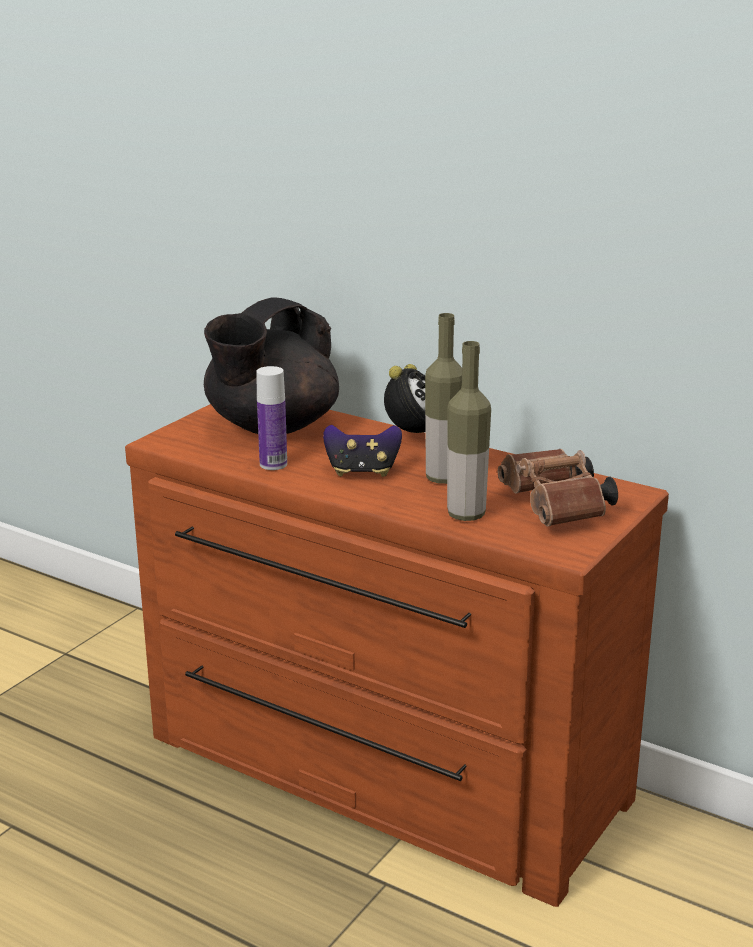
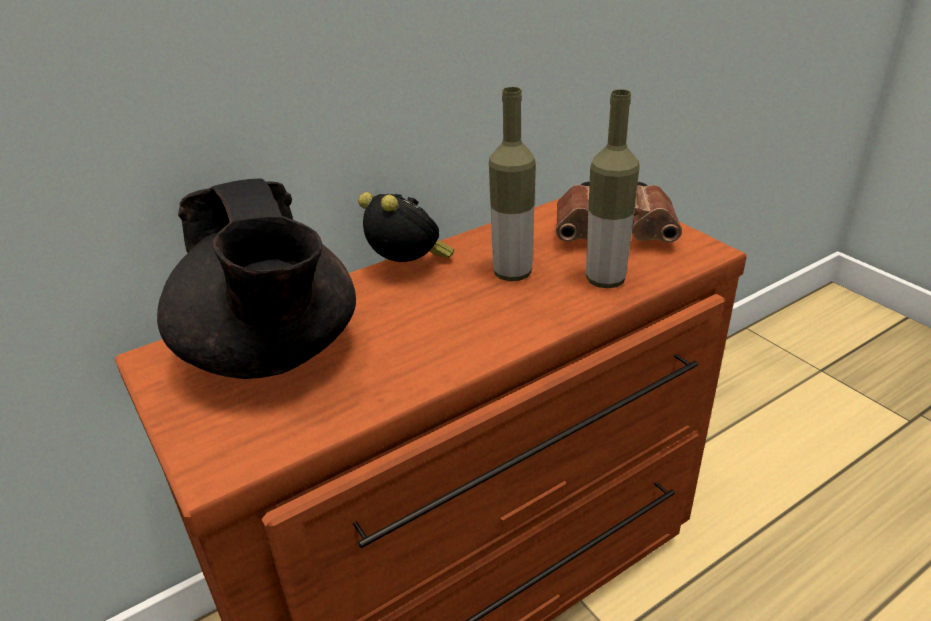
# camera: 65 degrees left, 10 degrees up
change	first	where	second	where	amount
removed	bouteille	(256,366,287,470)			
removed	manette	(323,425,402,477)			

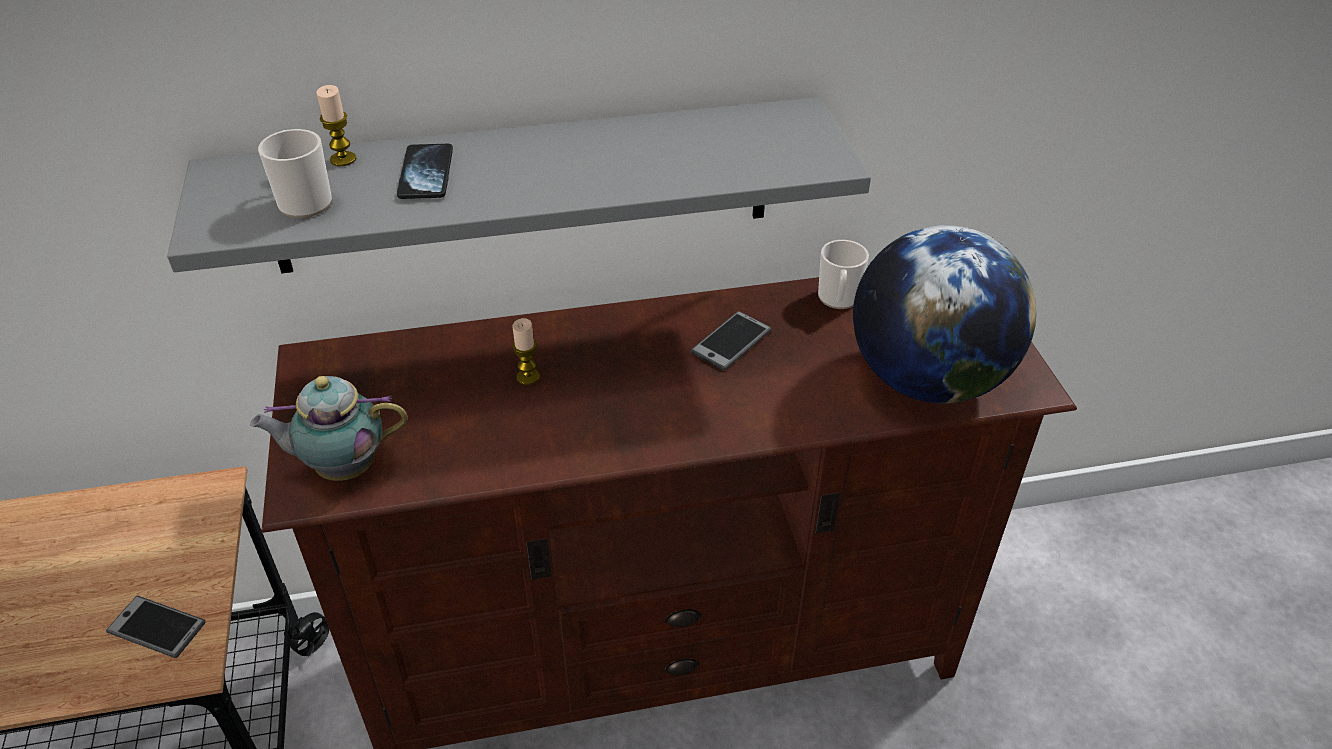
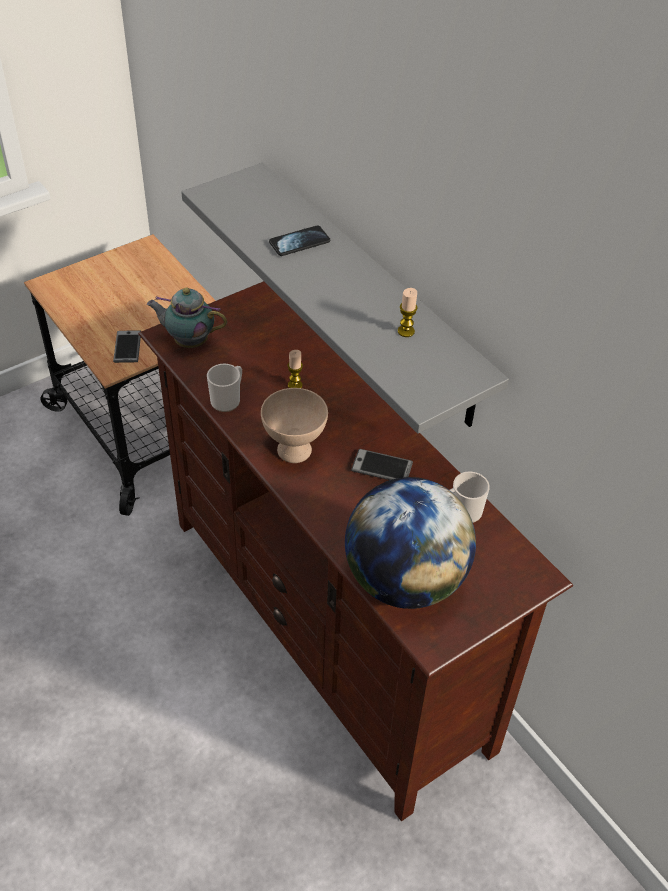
# camera: 65 degrees right, 5 degrees up
change	first	where	second	where	amount
turned	théière	(250,376,408,481)		(147,288,227,348)	45 degrees counterclockwise
moved	mug	(258,129,332,218)		(207,364,242,412)	
added			bol [beige]	(261,388,328,463)	
moved	bougie	(316,85,356,166)		(398,288,417,337)	

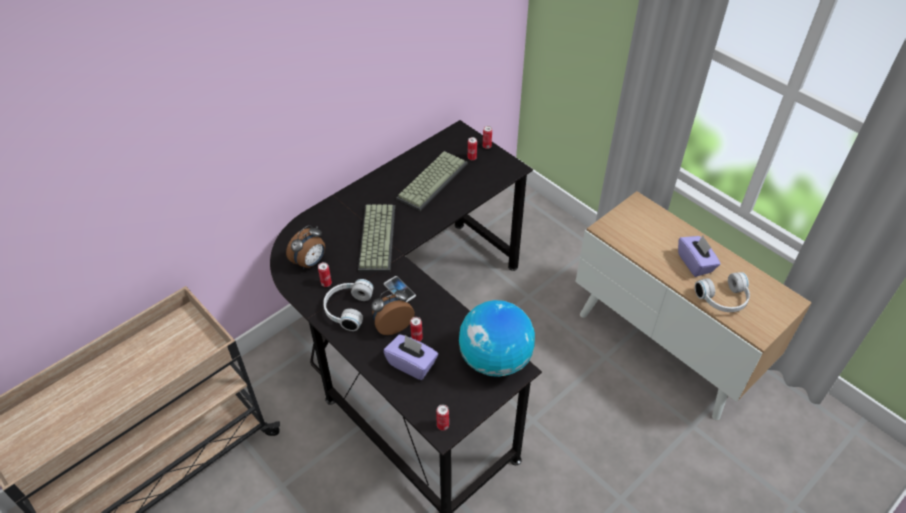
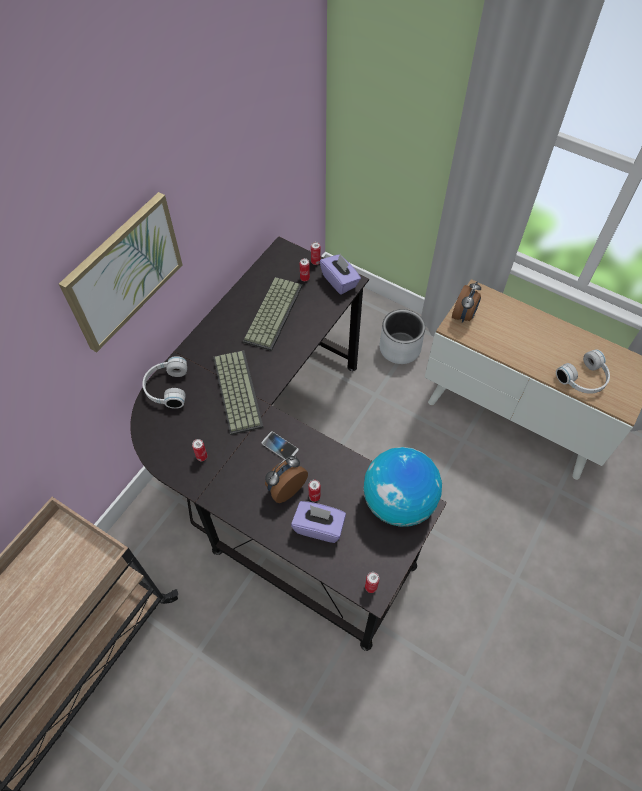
# camera: 15 degrees left, 10 degrees up
change	first	where	second	where	amount
added			tableau	(59,192,182,352)	
moved	casque audio [blanc]	(323,279,374,331)		(142,356,187,409)	
moved	boîte à mouchoirs [violet]	(678,236,721,277)		(320,254,361,295)	
added			cache-pot [gris]	(380,309,425,364)	
moved	réveil	(286,225,325,269)		(452,282,481,323)	

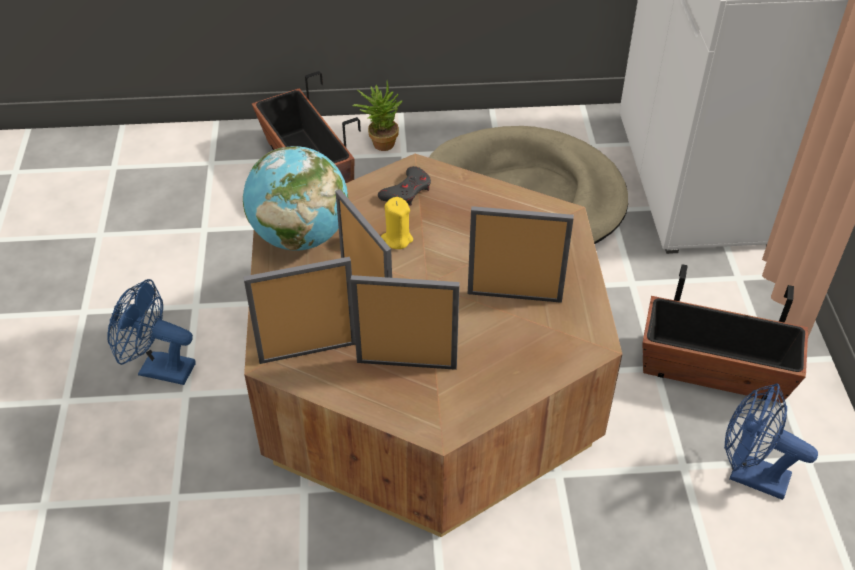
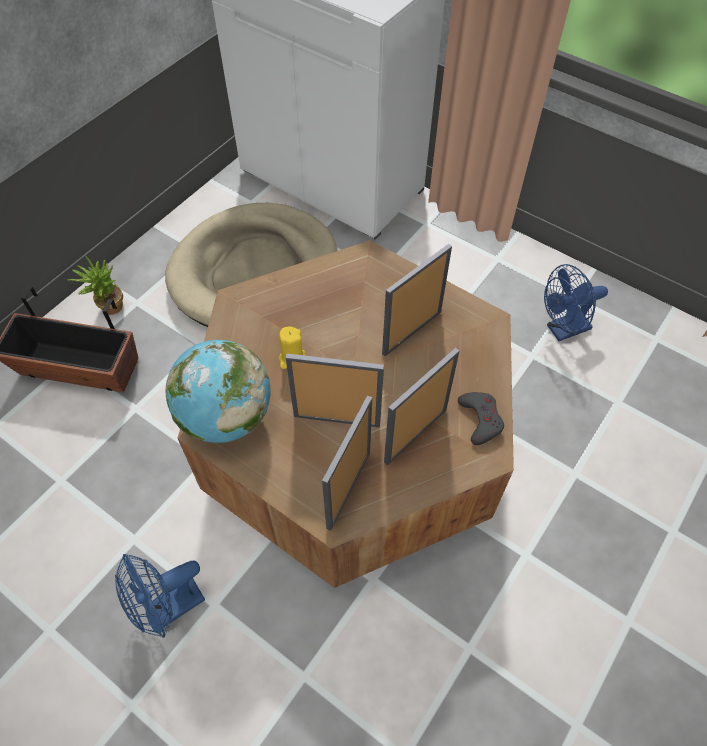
# camera: 50 degrees left, 10 degrees up
change	first	where	second	where	amount
moved	manette [gris]	(378,166,431,206)		(458,392,504,445)	
removed	cache-pot	(643,264,808,403)			

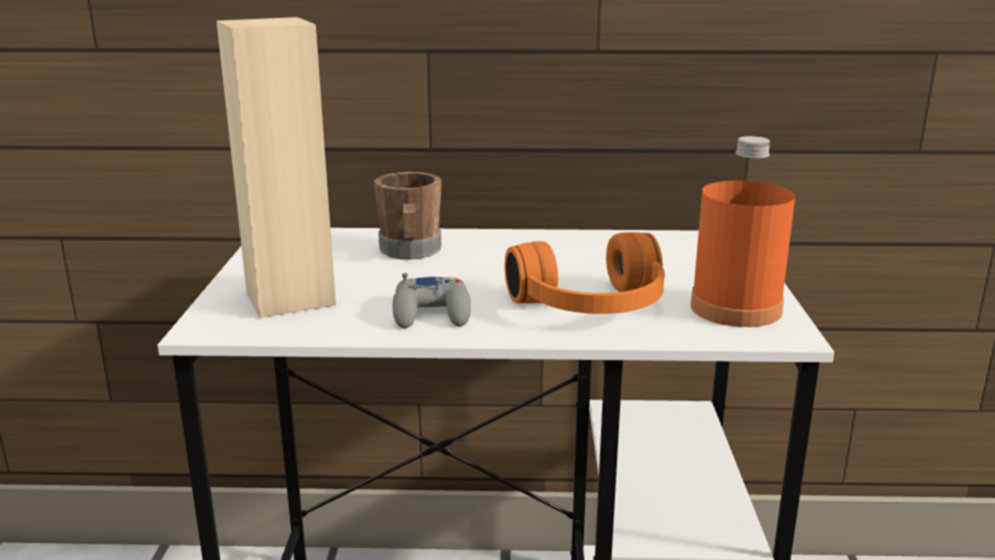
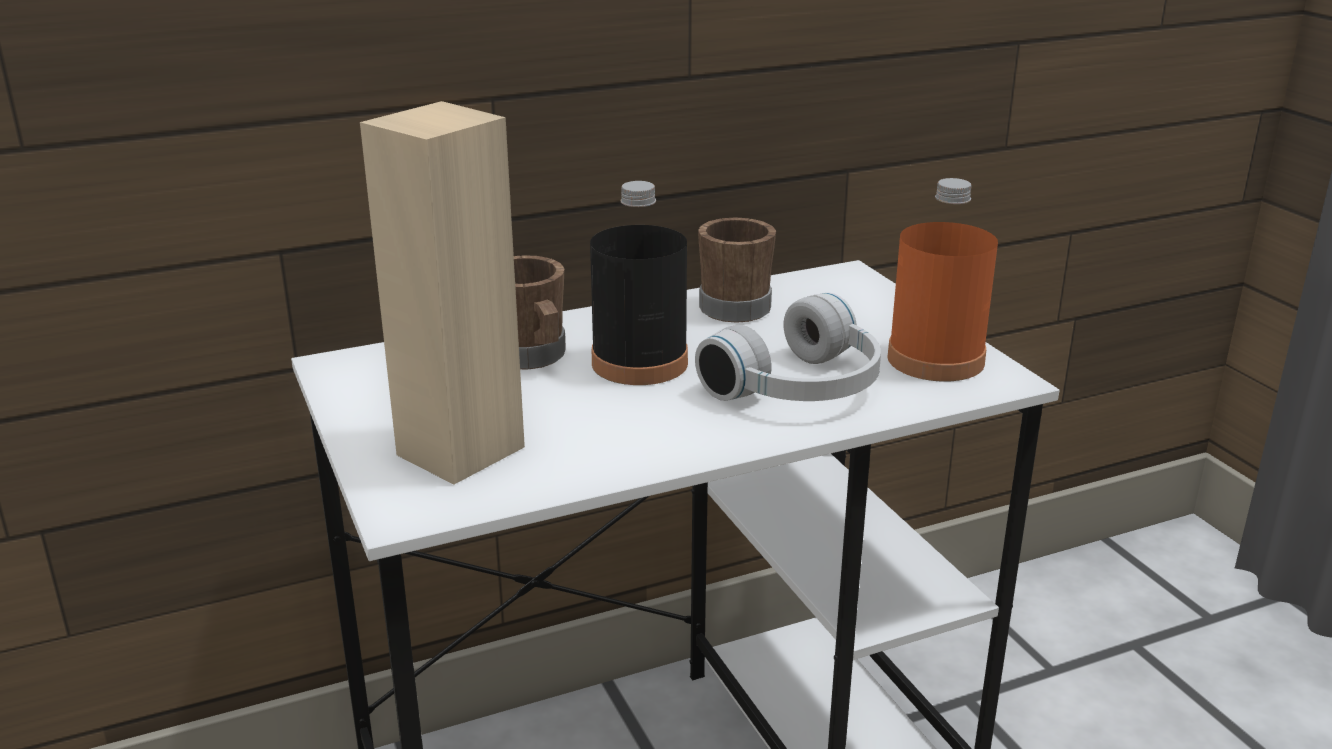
# camera: 25 degrees left, 5 degrees up
change	first	where	second	where	amount
added			bouteille [noir]	(590,181,688,385)	
recoloured	casque audio [orange]	(505,232,664,314)	casque audio [blanc]	(695,293,881,401)	
added			mug [marron]	(698,217,776,323)	
removed	manette [gris]	(393,273,471,328)			

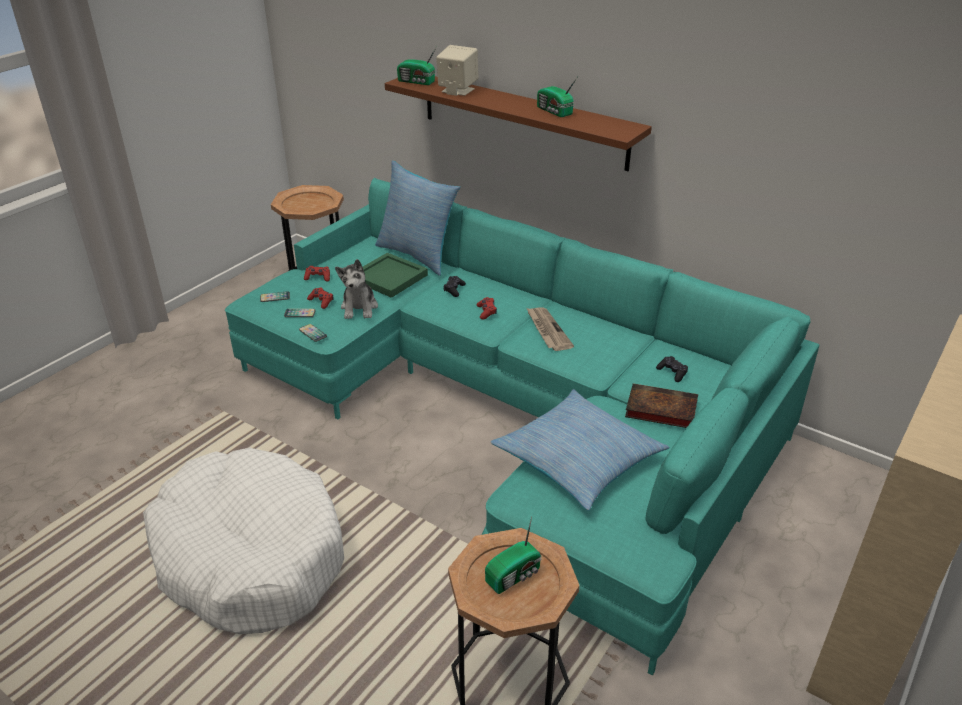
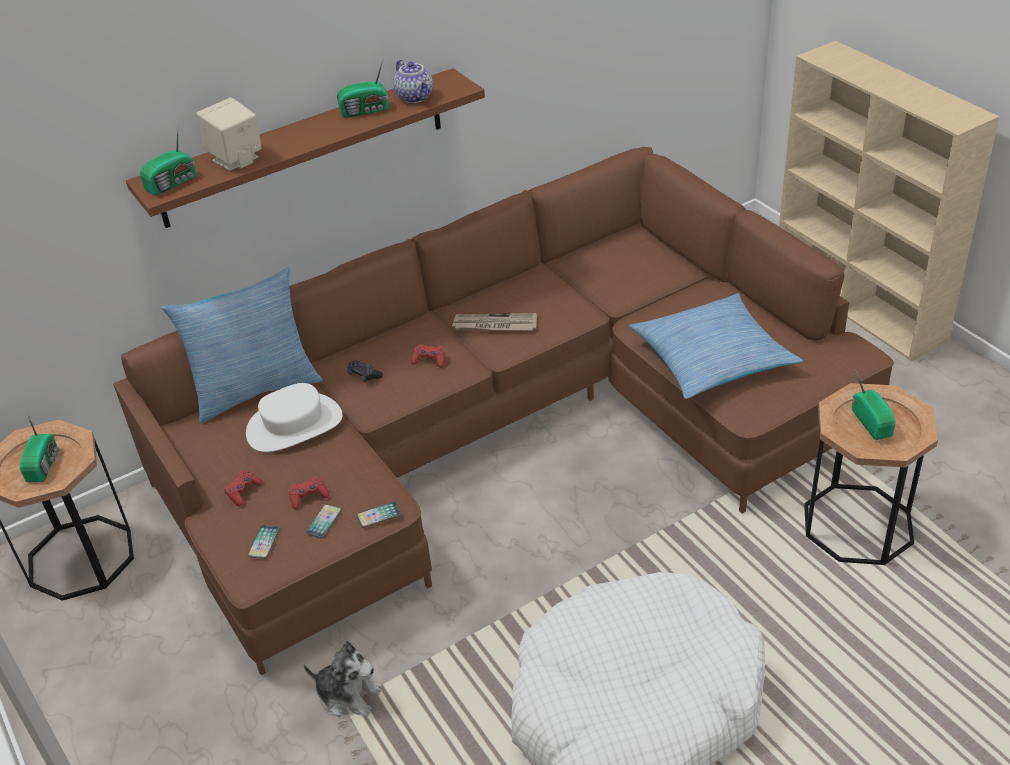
# camera: 65 degrees left, 5 degrees up
change	first	where	second	where	amount
added			radio	(20,411,59,482)	
recoloured	canapé [turquoise]	(225,178,820,676)	canapé [marron]	(113,147,894,675)	
replaced	plateau [vert]	(363,252,428,298)	chapeau [blanc]	(246,383,342,452)	
moved	peluche	(335,259,378,319)		(304,641,382,718)	
added			théière	(394,60,433,103)	
removed	livre	(625,383,698,428)			
removed	manette [noir]	(656,356,688,382)			

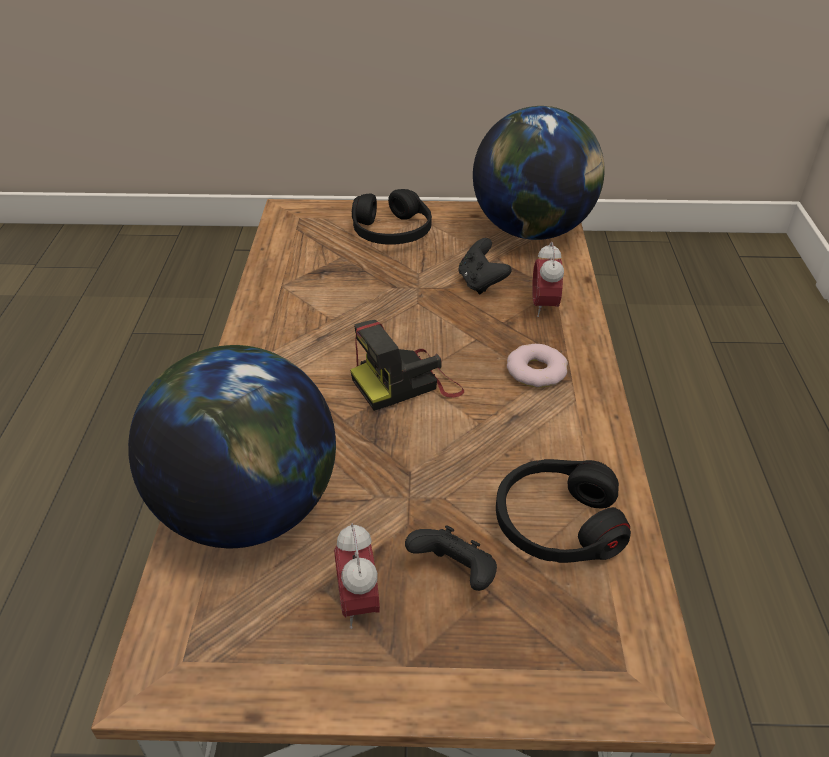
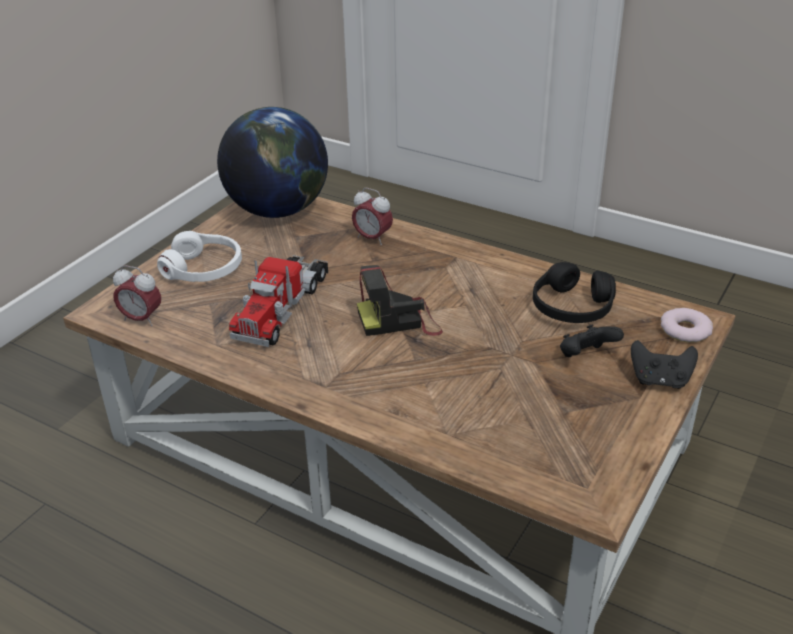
# camera: 60 degrees left, 5 degrees down
change	first	where	second	where	amount
moved	réveil	(334,523,380,629)		(113,265,161,326)	
recoloured	casque audio [noir]	(352,189,432,245)	casque audio [blanc]	(157,231,242,282)	
added			camion jouet	(229,255,328,347)	
turned	appareil photo	(350,320,464,411)		(357,265,443,336)	75 degrees clockwise
moved	manette [noir]	(458,238,512,295)		(631,340,698,389)	
moved	beignet	(507,344,568,388)		(661,308,713,343)	
removed	globe	(128,345,336,548)			

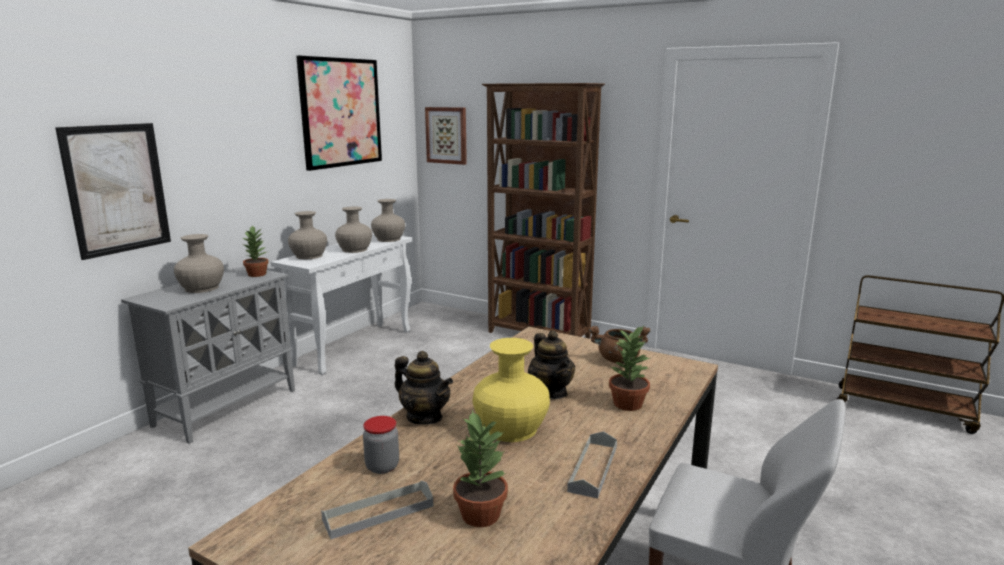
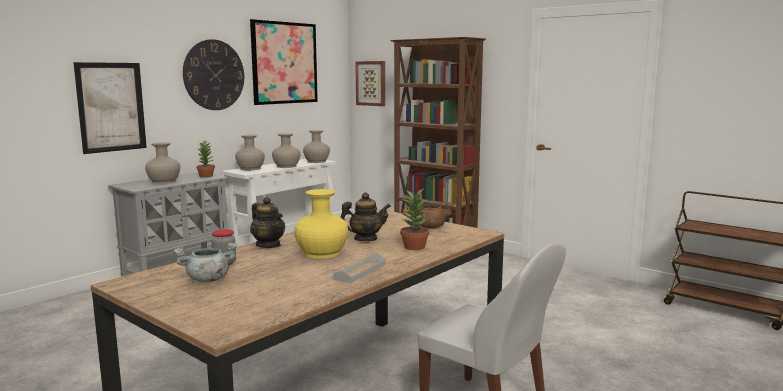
# camera: 10 degrees right, 5 degrees down
change	first	where	second	where	amount
replaced	plateau [gris]	(321,481,433,539)	marmite [gris]	(173,242,237,282)	
added			horloge murale	(183,39,244,110)	
turned	théière	(528,330,575,399)		(341,192,391,241)	90 degrees counterclockwise
removed	plante en pot	(453,410,508,527)			

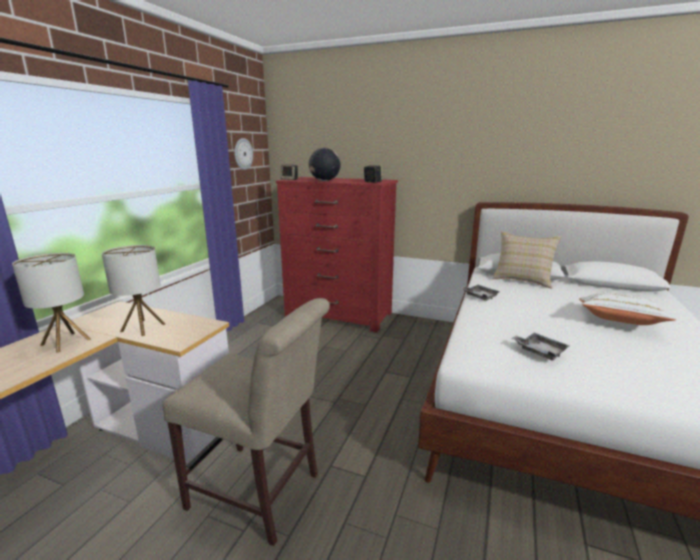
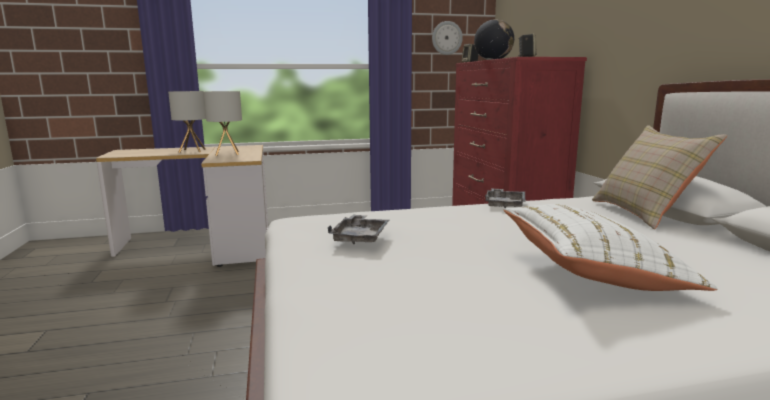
# camera: 55 degrees right, 5 degrees down
change	first	where	second	where	amount
removed	chaise [beige]	(162,298,330,546)			

